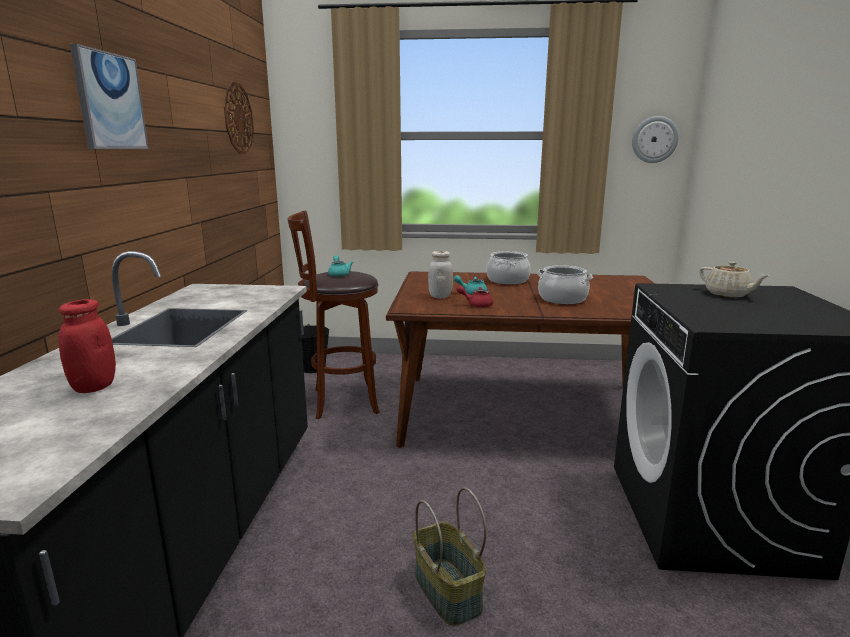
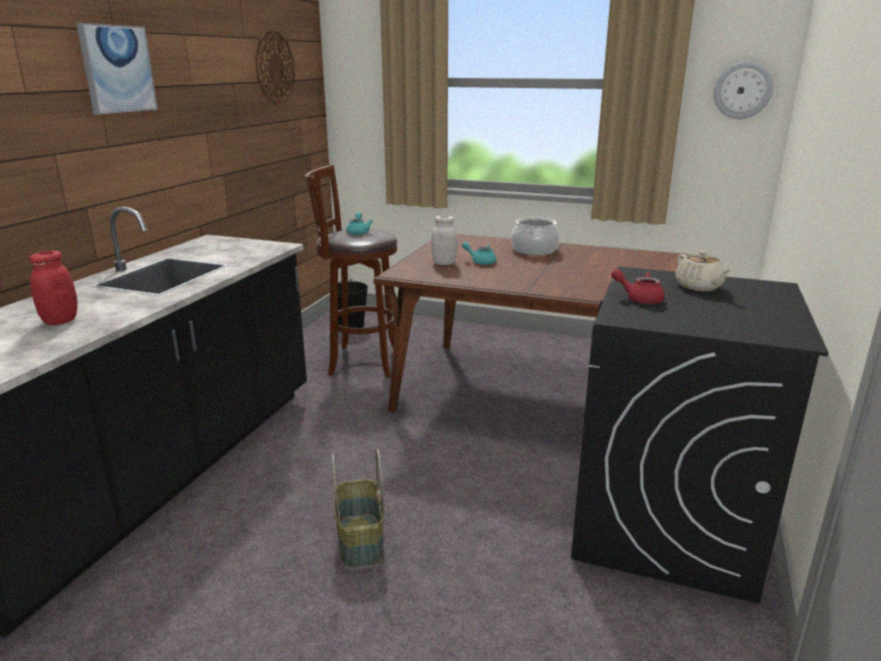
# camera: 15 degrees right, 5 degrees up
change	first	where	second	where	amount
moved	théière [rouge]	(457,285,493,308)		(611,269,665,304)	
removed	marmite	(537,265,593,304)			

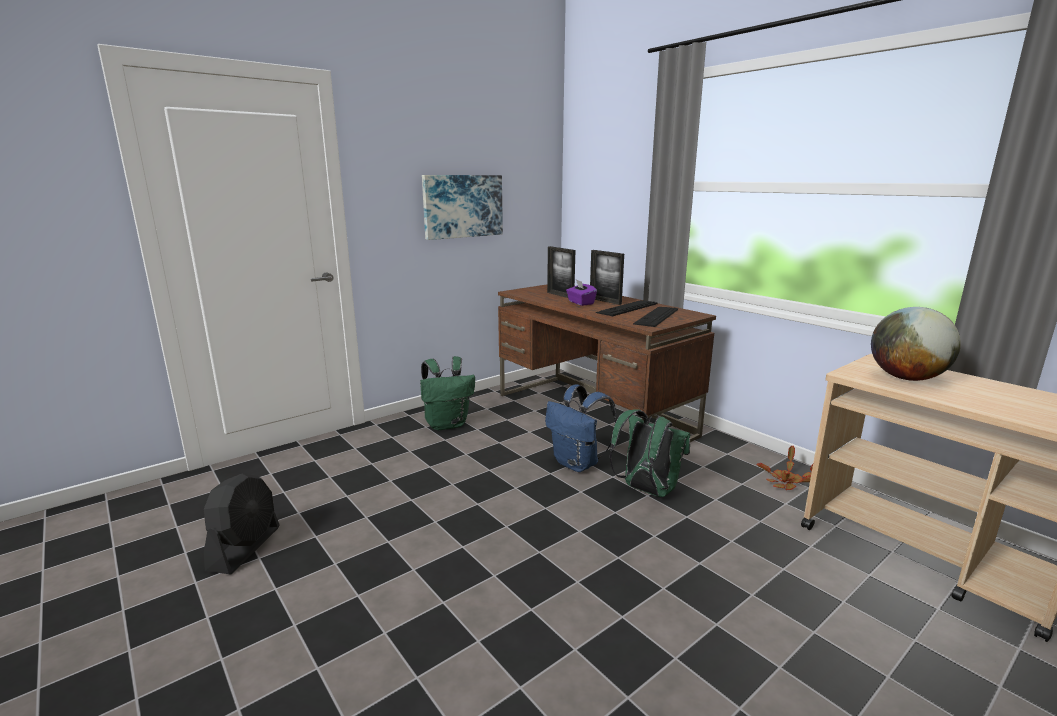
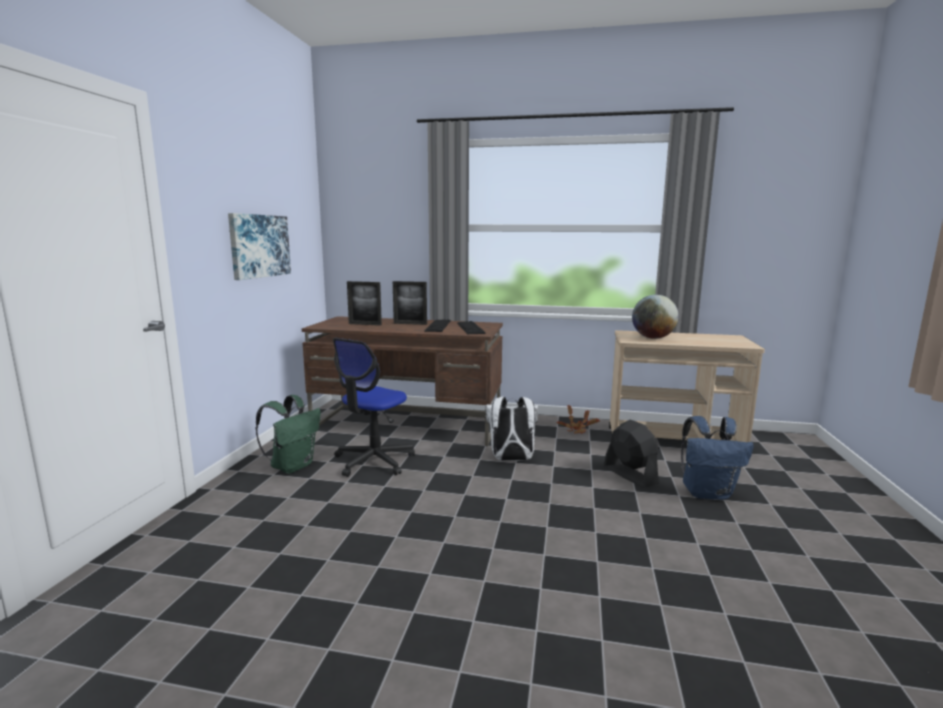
# camera: 40 degrees left, 5 degrees down
change	first	where	second	where	amount
added			chaise de bureau	(333,338,415,477)	
recoloured	sac à dos [vert]	(610,409,691,497)	sac à dos [blanc]	(485,397,538,461)	
moved	ventilateur [noir]	(204,473,280,574)		(604,420,659,488)	
moved	sac à dos [bleu]	(545,385,617,472)		(681,416,754,500)	
removed	boîte à mouchoirs [violet]	(566,280,597,306)			

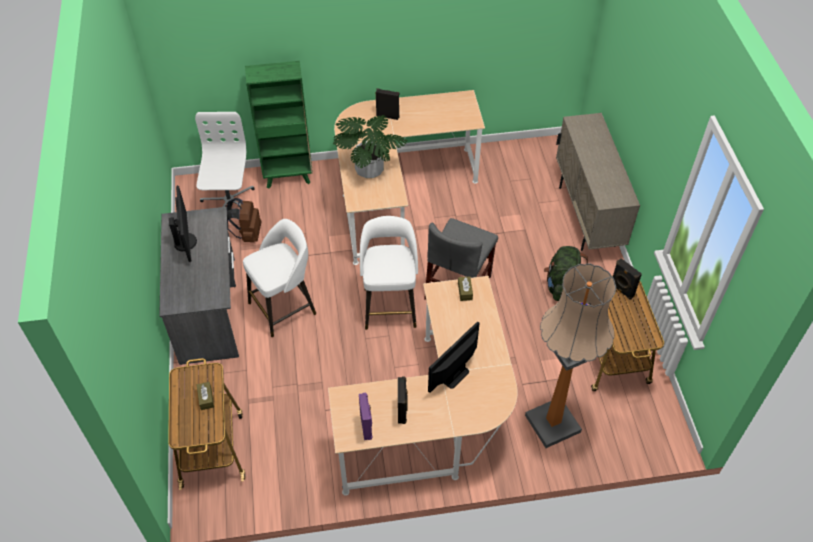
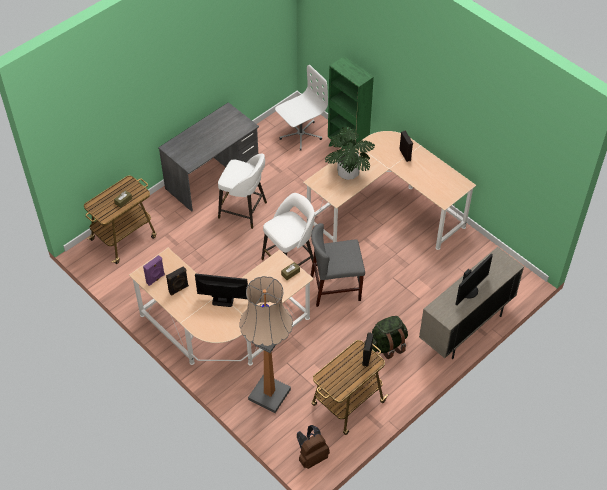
# camera: 55 degrees right, 0 degrees up
change	first	where	second	where	amount
moved	sac à dos [marron]	(226,198,262,242)		(297,425,330,469)	
moved	écran d'ordinateur	(169,185,197,262)		(456,254,493,305)	

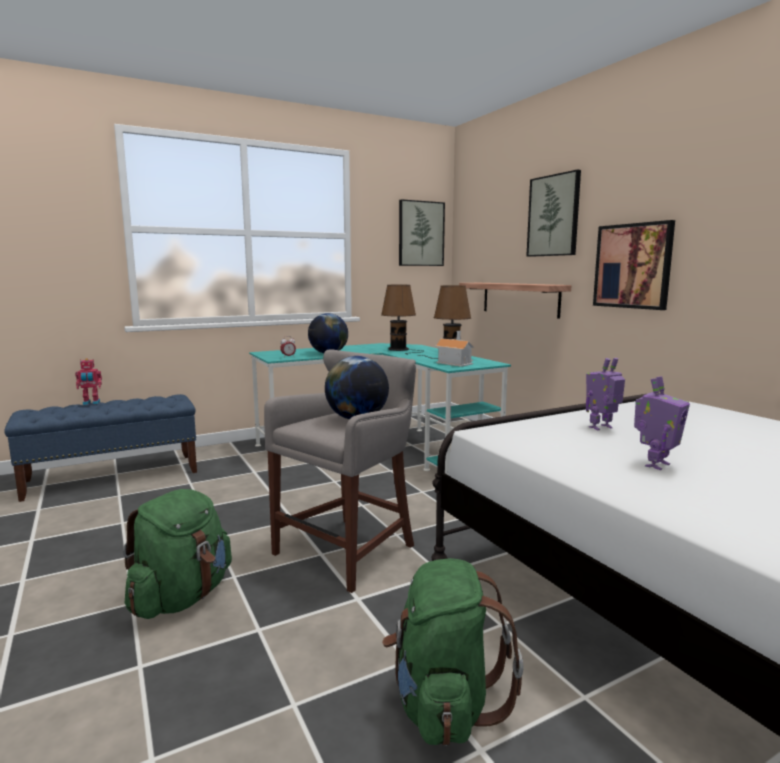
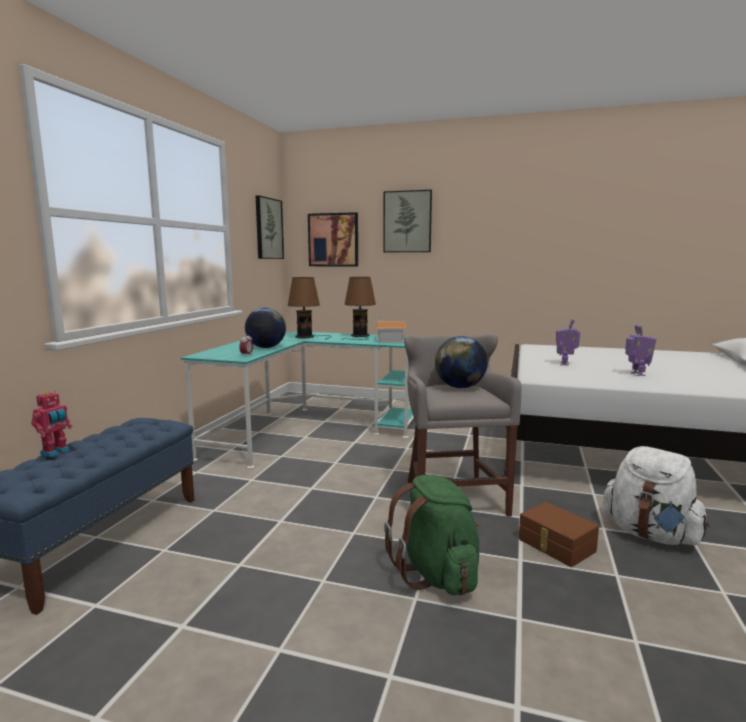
# camera: 45 degrees left, 0 degrees up
change	first	where	second	where	amount
moved	tableau	(593,220,675,310)		(308,212,358,267)	
added			boîte de rangement [marron]	(519,502,599,567)	
recoloured	sac à dos [vert]	(382,558,524,746)	sac à dos [blanc]	(602,446,710,545)	
removed	étagère	(459,283,572,319)			

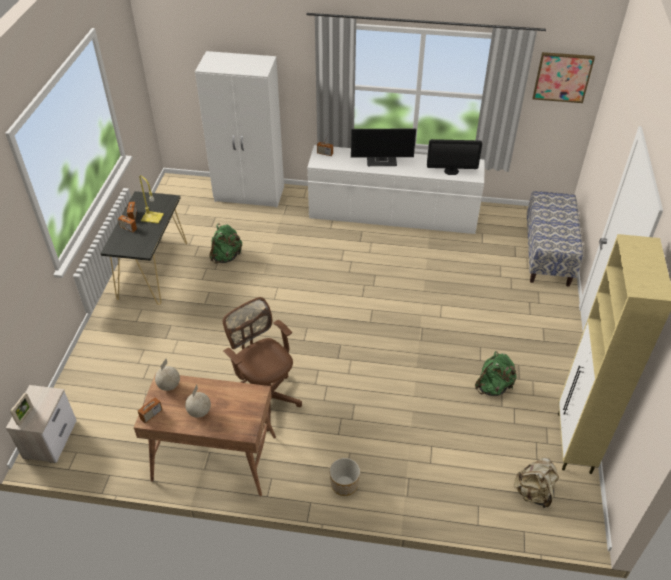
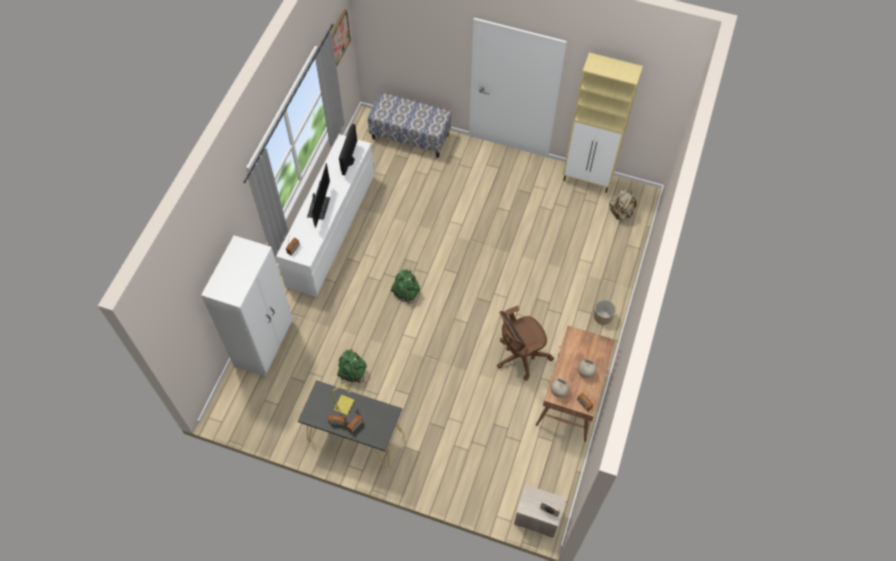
# camera: 80 degrees left, 15 degrees up
change	first	where	second	where	amount
moved	sac à dos [vert]	(475,351,517,396)		(391,269,420,304)	

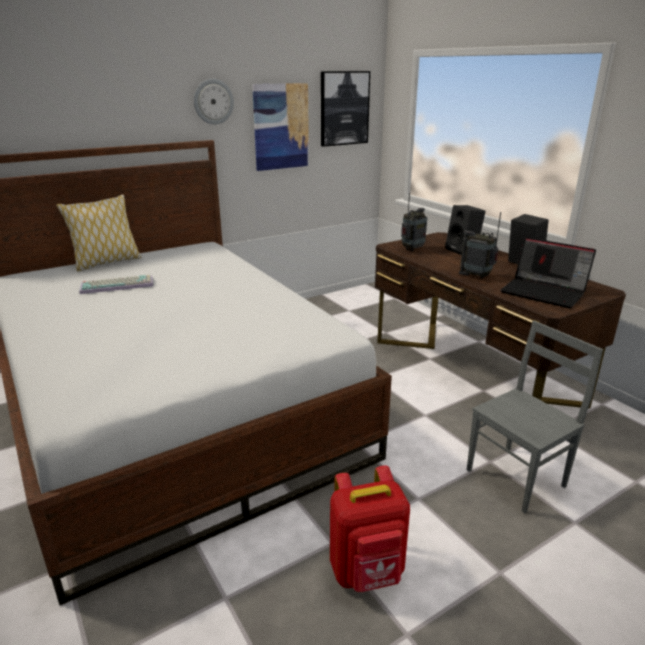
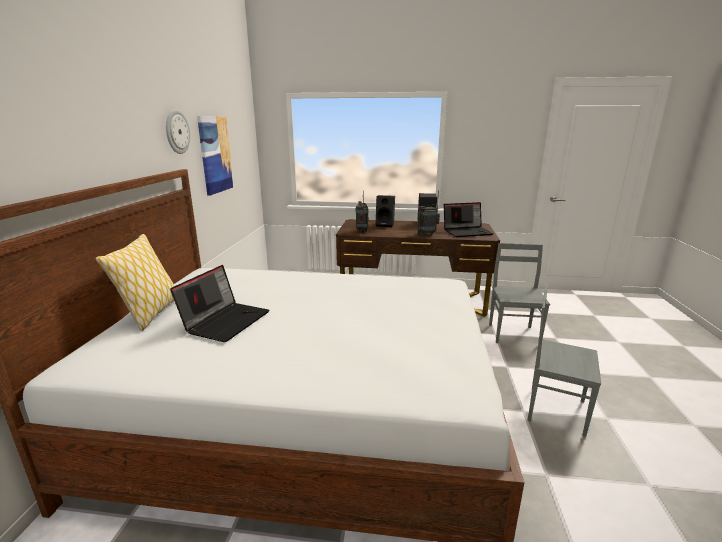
# camera: 50 degrees left, 5 degrees down
change	first	where	second	where	amount
replaced	clavier	(79,275,154,294)	ordinateur portable	(170,265,269,342)	
replaced	sac à dos [rouge]	(330,466,410,592)	chaise [gris]	(528,286,601,437)	
removed	tableau	(321,71,370,147)			

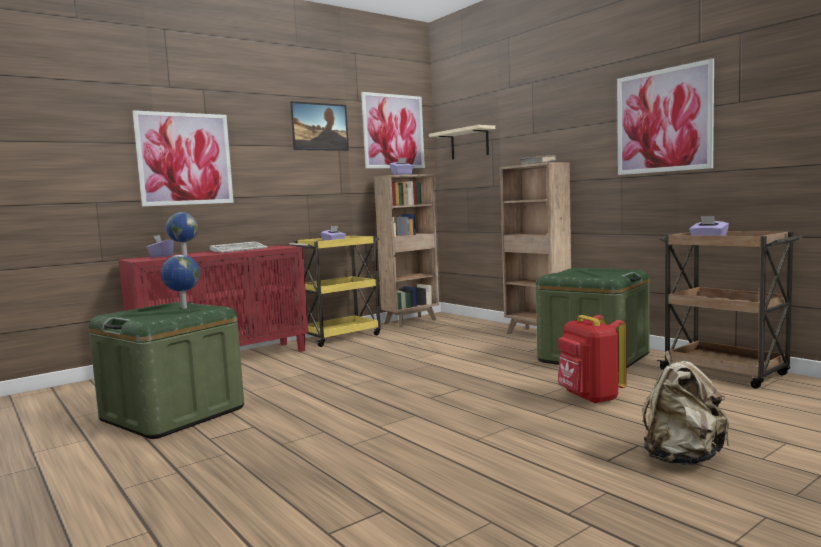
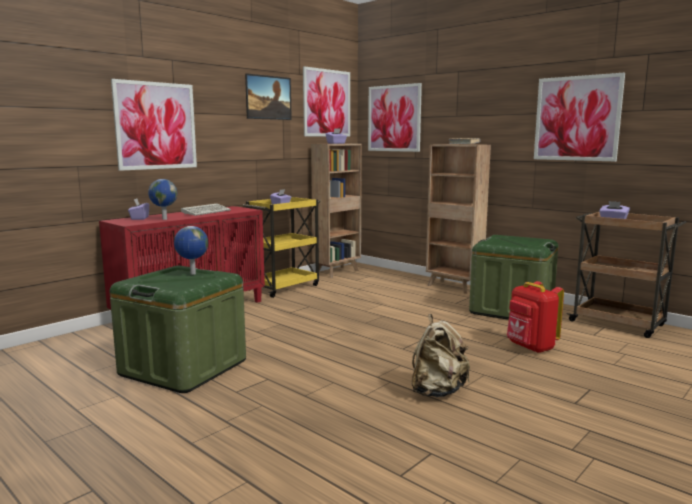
# camera: 10 degrees left, 5 degrees up
change	first	where	second	where	amount
replaced	étagère [beige]	(429,125,495,159)	tableau	(368,83,422,152)	
moved	sac à dos [beige]	(643,351,729,465)		(411,314,470,397)	

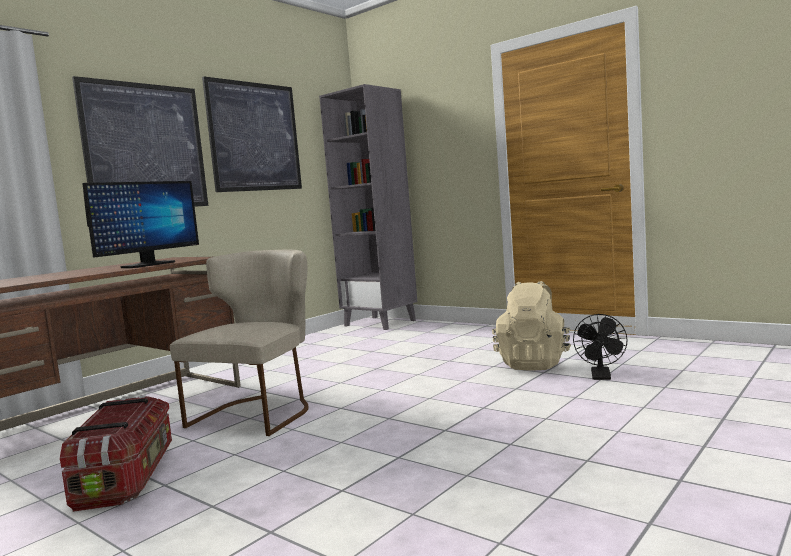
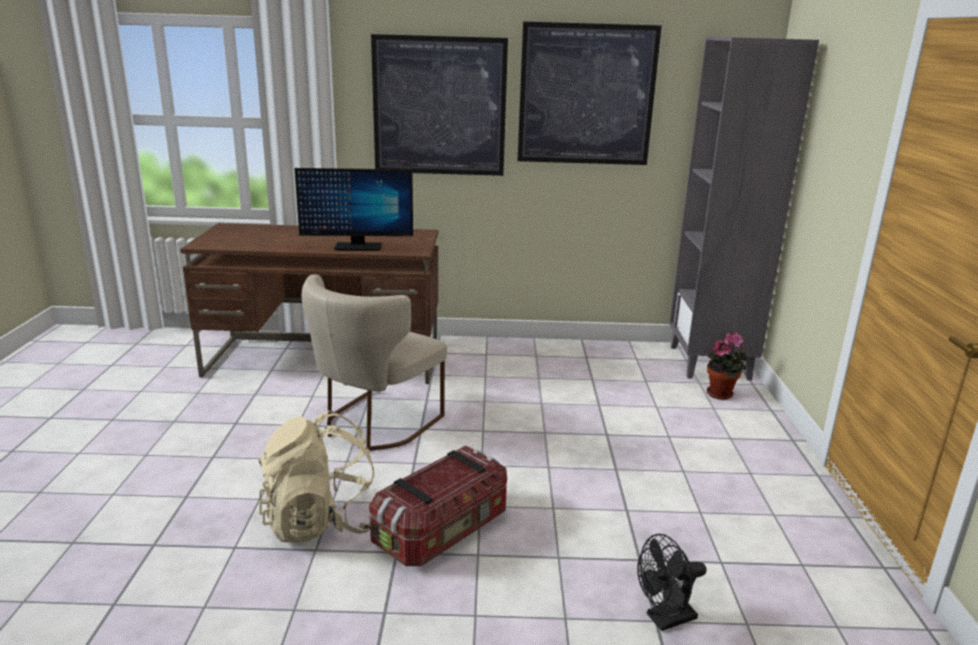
# camera: 50 degrees right, 15 degrees up
change	first	where	second	where	amount
moved	sac à dos [beige]	(492,281,571,371)		(259,411,374,543)	
turned	chaise [beige]	(170,250,309,436)		(302,274,447,451)	135 degrees clockwise
moved	boîte de rangement	(60,395,172,512)		(369,445,507,566)	
added			plante en pot	(707,332,748,400)	

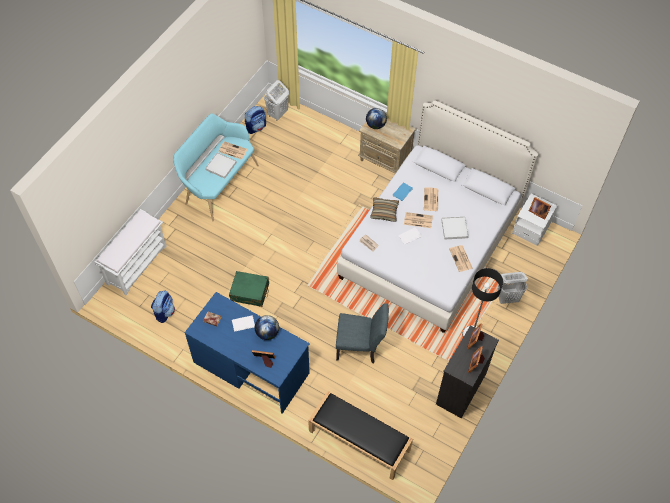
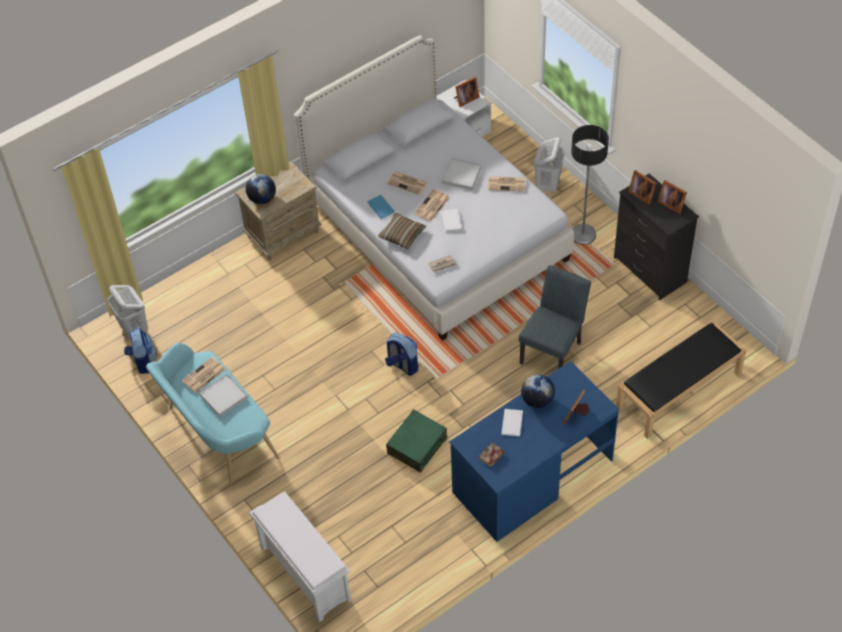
# camera: 65 degrees left, 5 degrees down
change	first	where	second	where	amount
moved	sac à dos	(151,291,175,323)		(385,333,418,376)	

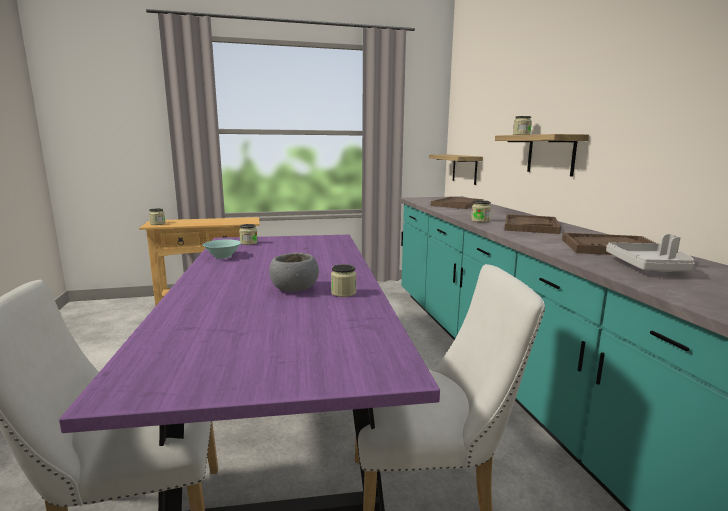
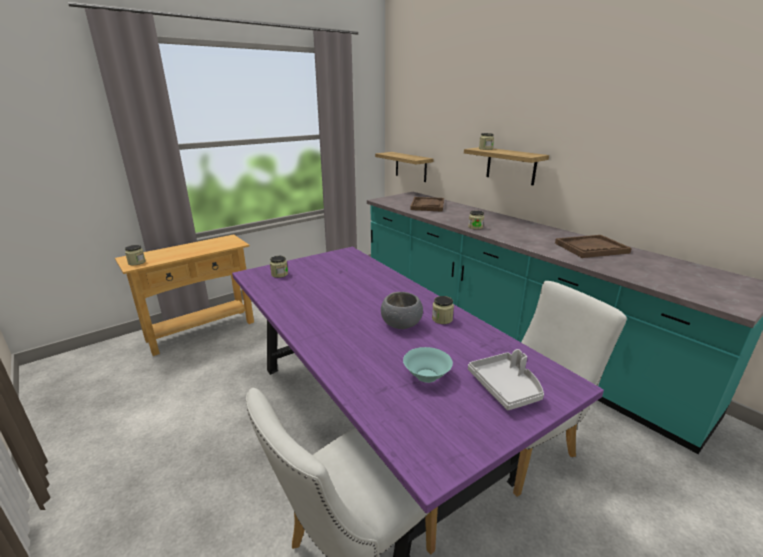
# camera: 25 degrees left, 10 degrees up
change	first	where	second	where	amount
moved	bol [turquoise]	(203,239,241,259)		(403,347,453,383)	
moved	plateau [gris]	(606,234,695,272)		(468,349,544,410)	
removed	plateau [marron]	(504,214,561,234)			

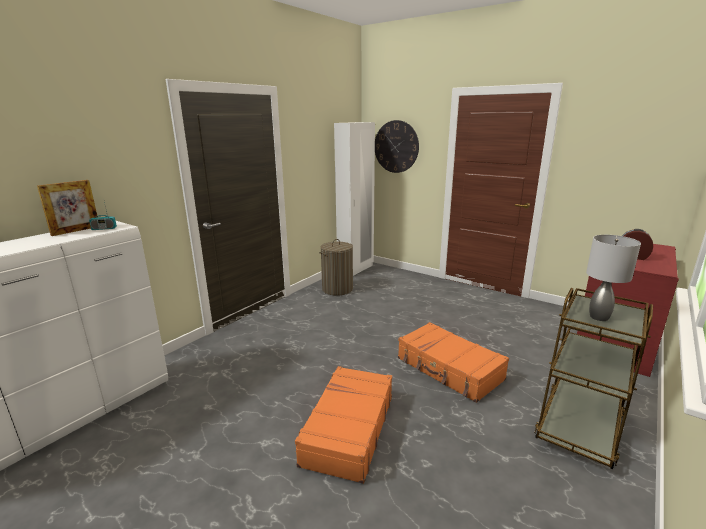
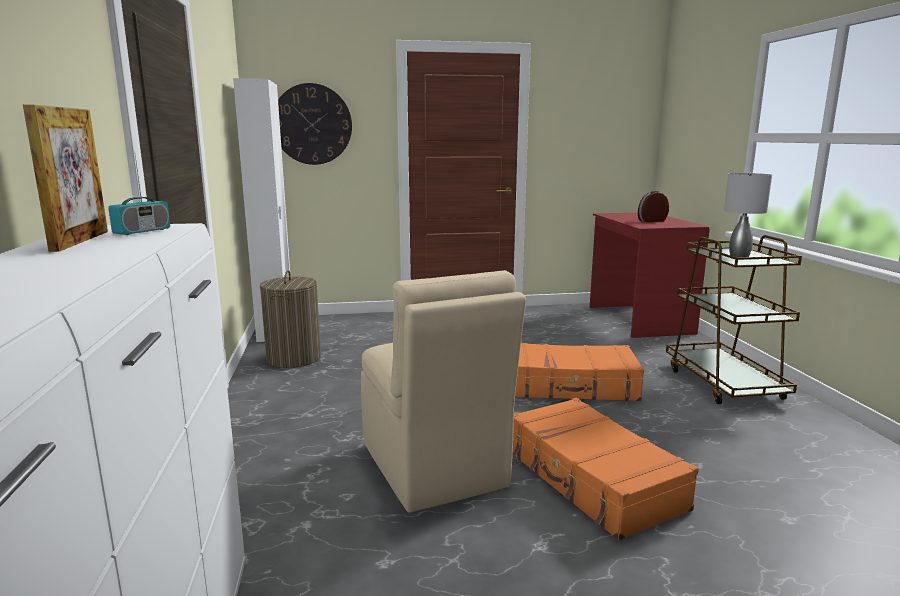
# camera: 45 degrees left, 5 degrees down
change	first	where	second	where	amount
added			chaise [beige]	(361,270,526,513)	

